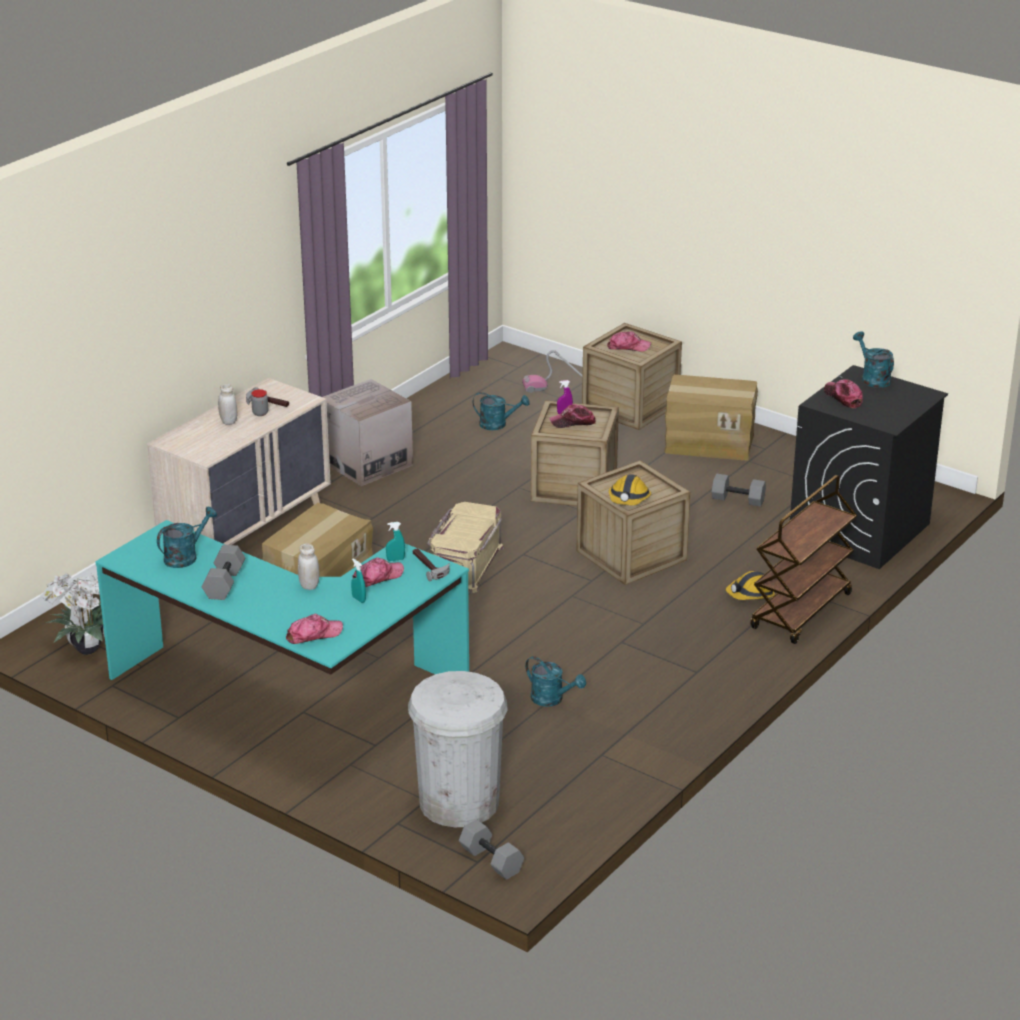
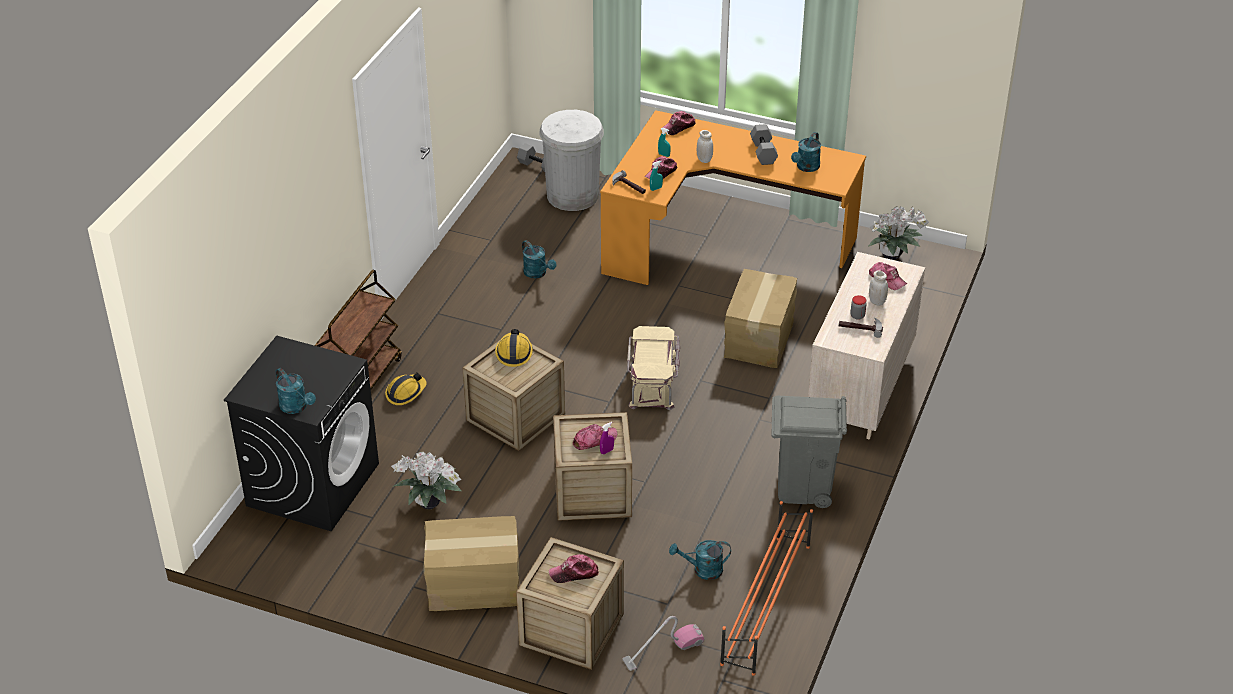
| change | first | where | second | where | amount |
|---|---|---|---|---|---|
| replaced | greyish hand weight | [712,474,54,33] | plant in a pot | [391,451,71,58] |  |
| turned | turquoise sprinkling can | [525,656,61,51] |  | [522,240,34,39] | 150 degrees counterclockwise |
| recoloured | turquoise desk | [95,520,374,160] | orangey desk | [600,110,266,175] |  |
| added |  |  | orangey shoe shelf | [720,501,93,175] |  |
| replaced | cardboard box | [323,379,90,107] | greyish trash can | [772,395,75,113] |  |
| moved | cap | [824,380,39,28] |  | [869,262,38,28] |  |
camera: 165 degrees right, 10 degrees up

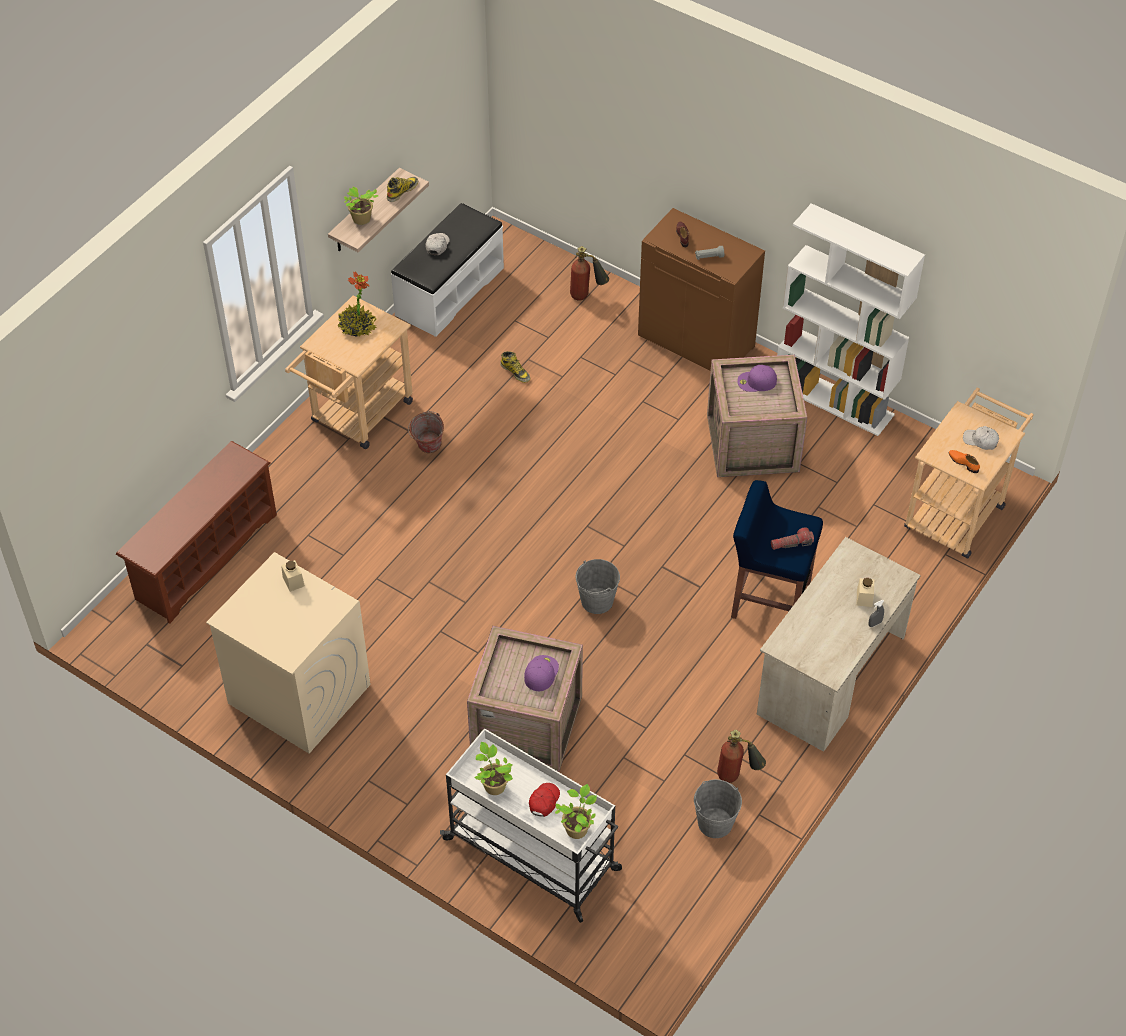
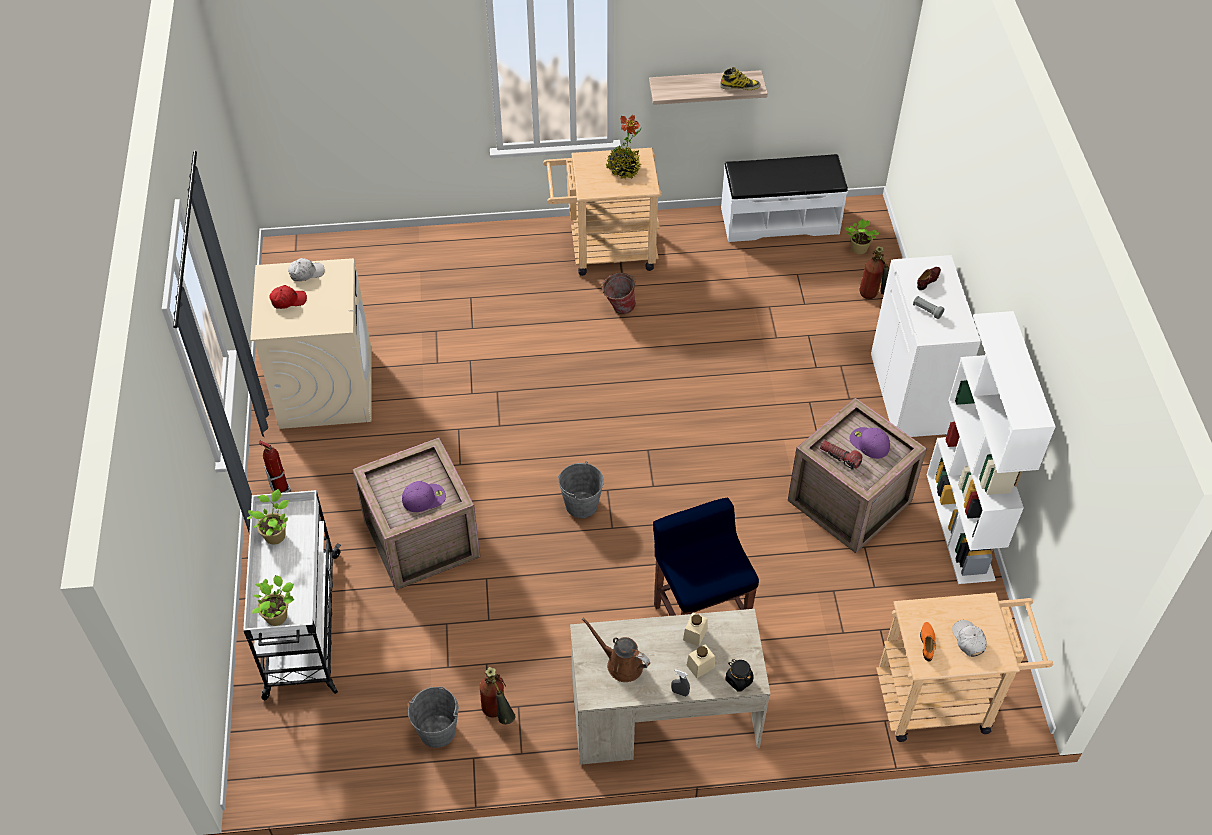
| change | first | where | second | where | amount |
|---|---|---|---|---|---|
| added |  |  | extinguisher | [258,440,33,53] |  |
| moved | reddish cap | [529,783,31,34] |  | [269,285,38,24] |  |
| moved | white-coloured cap | [425,233,25,22] |  | [288,258,37,23] |  |
| added |  |  | brownish sprinkling can | [582,618,68,64] |  |
| moved | sand-coloured storage jar | [281,560,24,32] |  | [683,613,25,34] |  |
| added |  |  | black storage jar | [726,659,28,33] |  |
| moved | torch | [771,527,43,23] |  | [820,440,43,30] |  |
| moved | plant in a pot | [344,187,34,38] |  | [845,219,34,35] |  |
| recoloured | brownish storage cabinet | [638,208,127,163] | white-coloured storage cabinet | [871,255,110,182] |  |
| removed | brownish shoe shelf | [116,441,161,183] |  |  |  |
| removed | tall boot | [500,351,30,32] |  |  |  |
camera: 50 degrees right, 0 degrees up

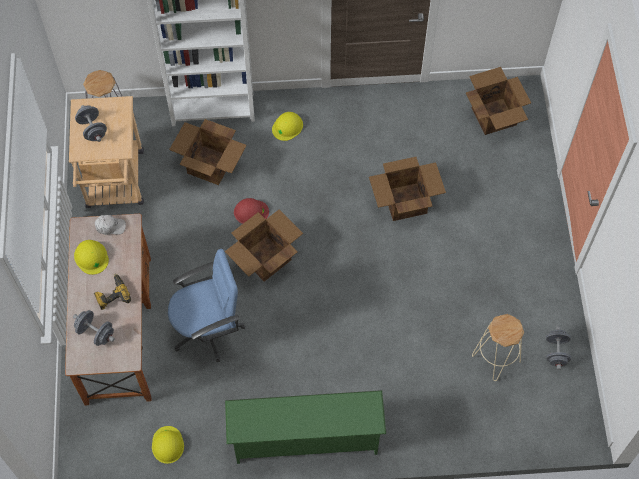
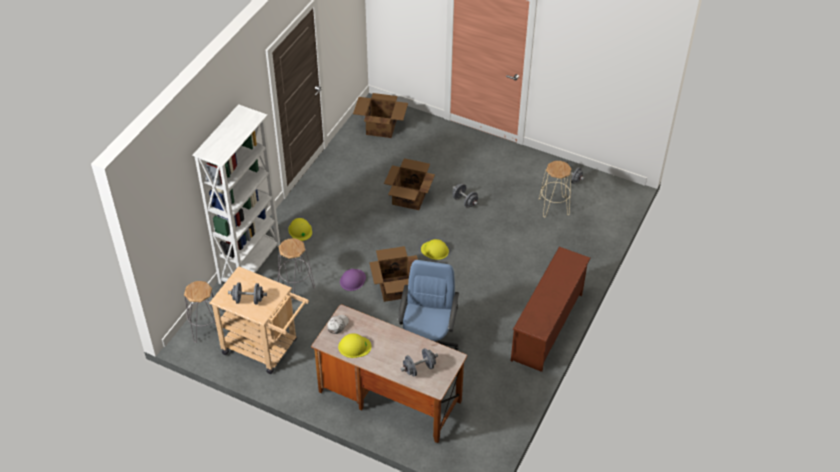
| change | first | where | second | where | amount |
|---|---|---|---|---|---|
| replaced | cardboard box | [169,119,78,66] | greyish stool seat | [278,238,37,62] |  |
| recoloured | reddish safety helmet | [234,198,35,26] | purple-coloured safety helmet | [340,269,26,22] |  |
| moved | yellow safety helmet | [152,426,32,38] |  | [421,239,28,21] |  |
| added |  |  | greyish hand weight | [452,184,26,24] |  |
| recoloured | green-coloured shoe shelf | [225,390,161,74] | brownish shoe shelf | [511,247,80,125] |  |
| removed | electric drill | [94,274,37,36] |  |  |  |
camera: 60 degrees left, 15 degrees down

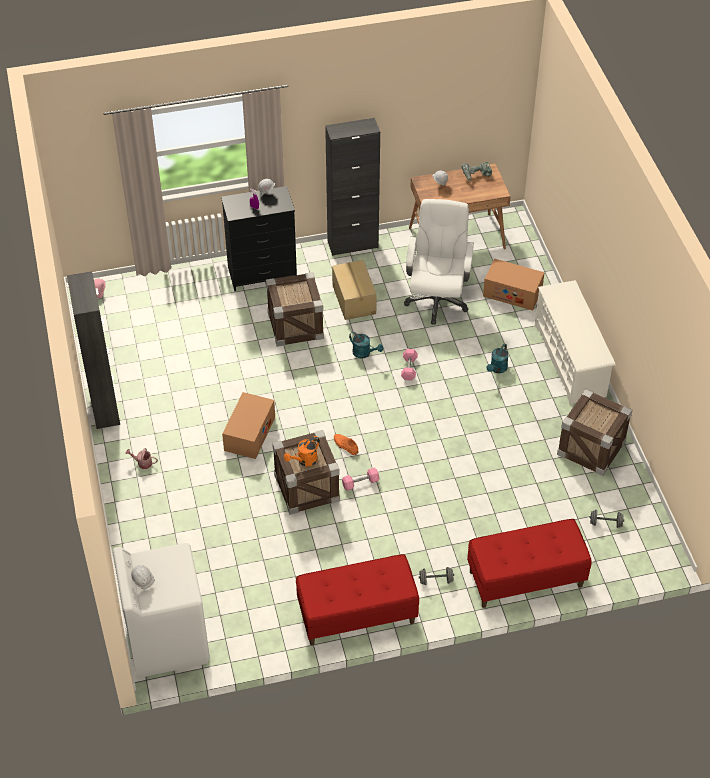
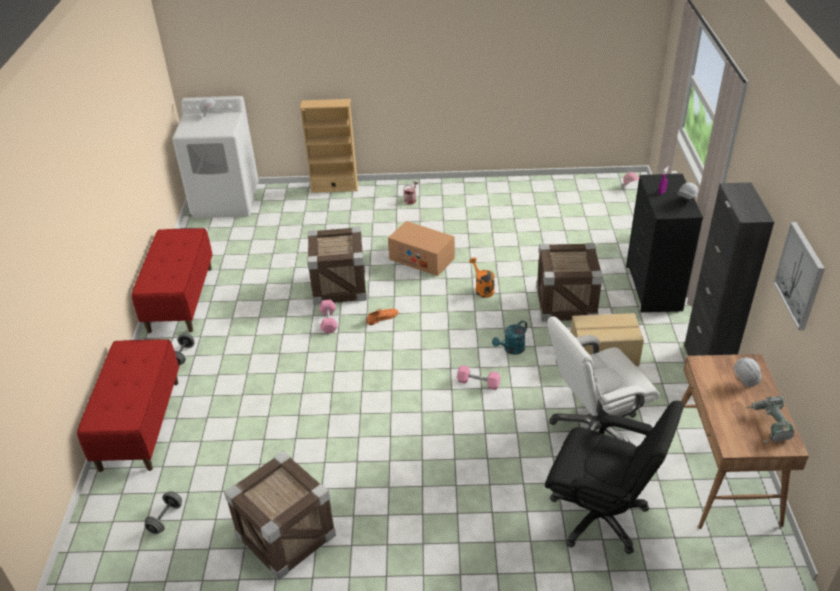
| change | first | where | second | where | amount |
|---|---|---|---|---|---|
| added |  |  | sand-coloured shelving unit | [300,99,58,94] |  |
| moved | orangey sprinkling can | [284,436,36,31] |  | [469,257,26,41] |  |
| replaced | cardboard box | [483,259,62,52] | black computer chair | [545,401,139,153] |  |
| turned | white-coloured computer chair | [404,199,70,126] |  | [547,316,113,127] | 135 degrees clockwise |
| added |  |  | wall picture | [773,222,52,108] |  |
| removed | black storage cabinet | [67,271,53,158] |  |  |  |
| removed | turquoise sprinkling can | [486,344,23,29] |  |  |  |
| removed | white-coloured shoe shelf | [535,280,81,126] |  |  |  |
camera: 105 degrees right, 10 degrees down

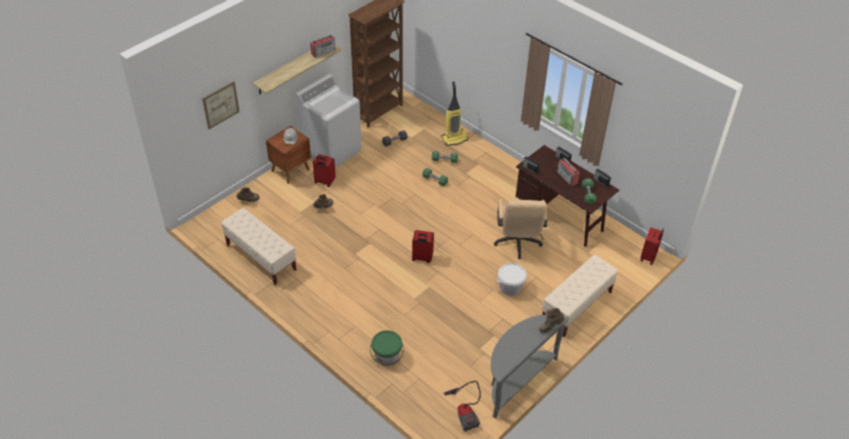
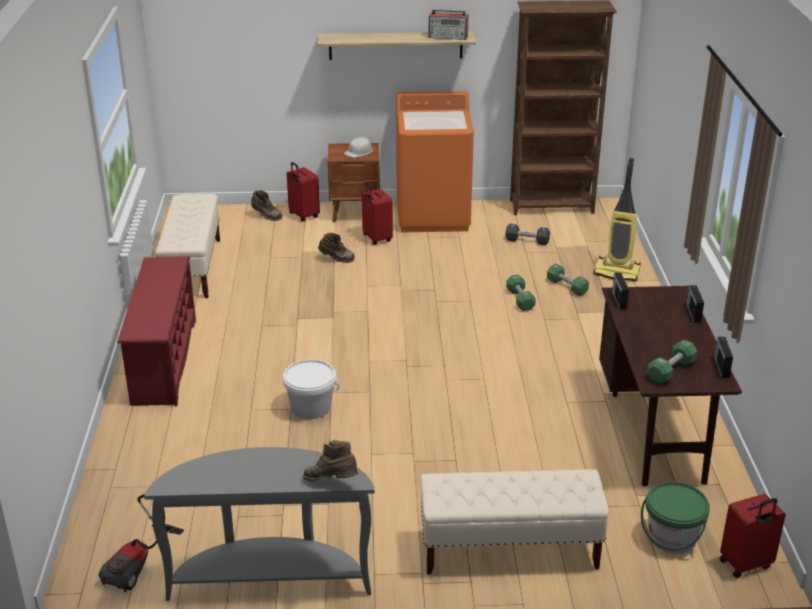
| change | first | where | second | where | amount |
|---|---|---|---|---|---|
| added |  |  | reddish shoe shelf | [117,256,79,150] |  |
| moved | white-coloured bucket | [496,263,31,33] |  | [282,359,58,60] |  |
| moved | reddish suitcase | [412,230,22,33] |  | [287,162,33,60] |  |
| recoloured | white-coloured washing machine | [296,74,66,94] | orangey washing machine | [396,91,78,142] |  |
| moved | green-coloured bucket | [370,330,34,36] |  | [641,482,69,72] |  |
| removed | wall picture | [202,81,38,48] |  |  |  |
| removed | sand-coloured computer chair | [494,199,53,60] |  |  |  |
| removed | radio set | [557,158,23,28] |  |  |  |
camera: 45 degrees right, 15 degrees down

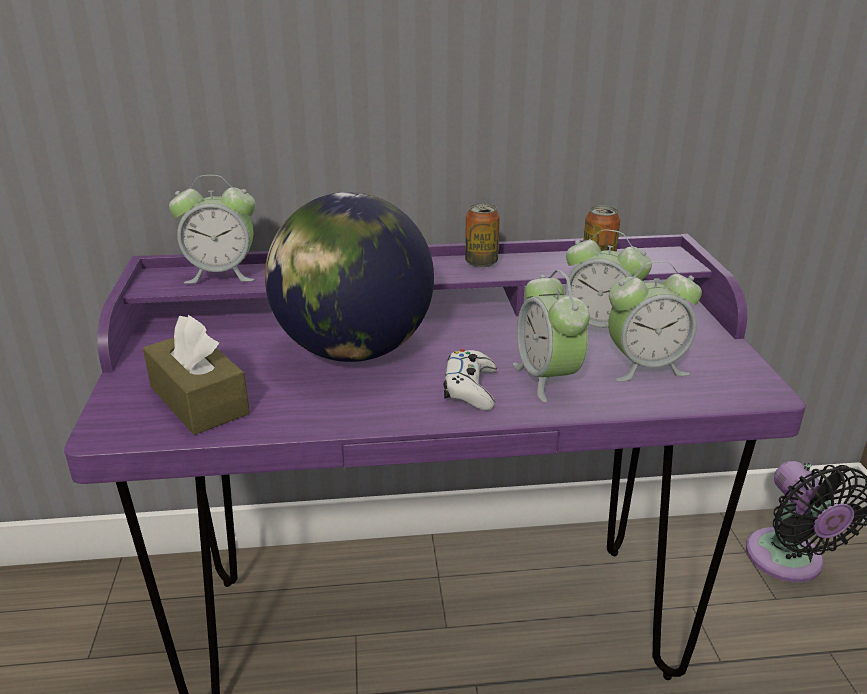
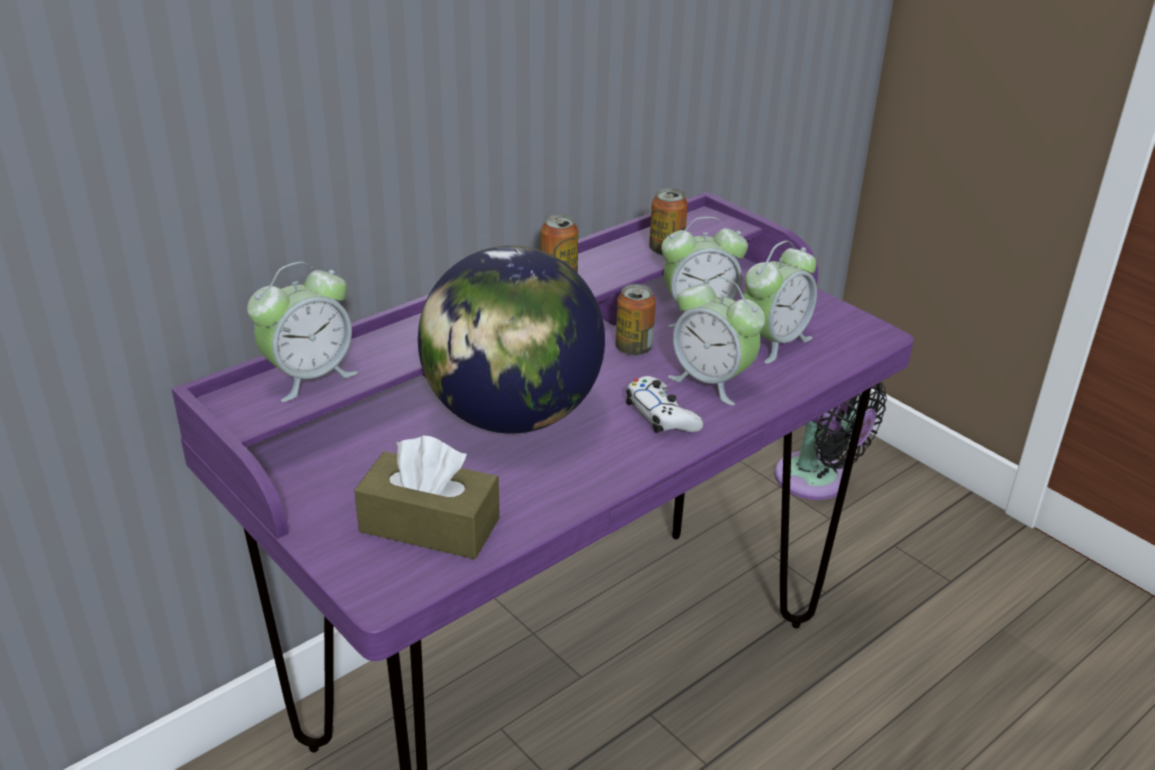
| change | first | where | second | where | amount |
|---|---|---|---|---|---|
| added |  |  | can | [616,284,40,72] |  |
camera: 35 degrees left, 5 degrees up

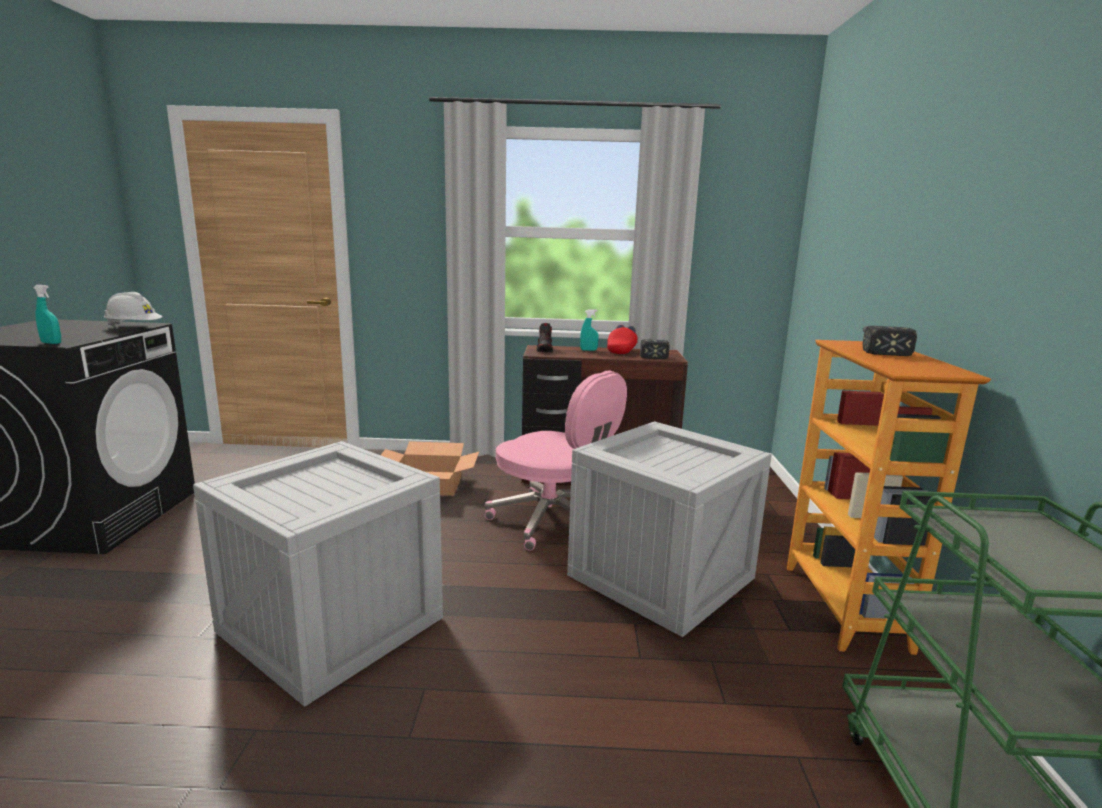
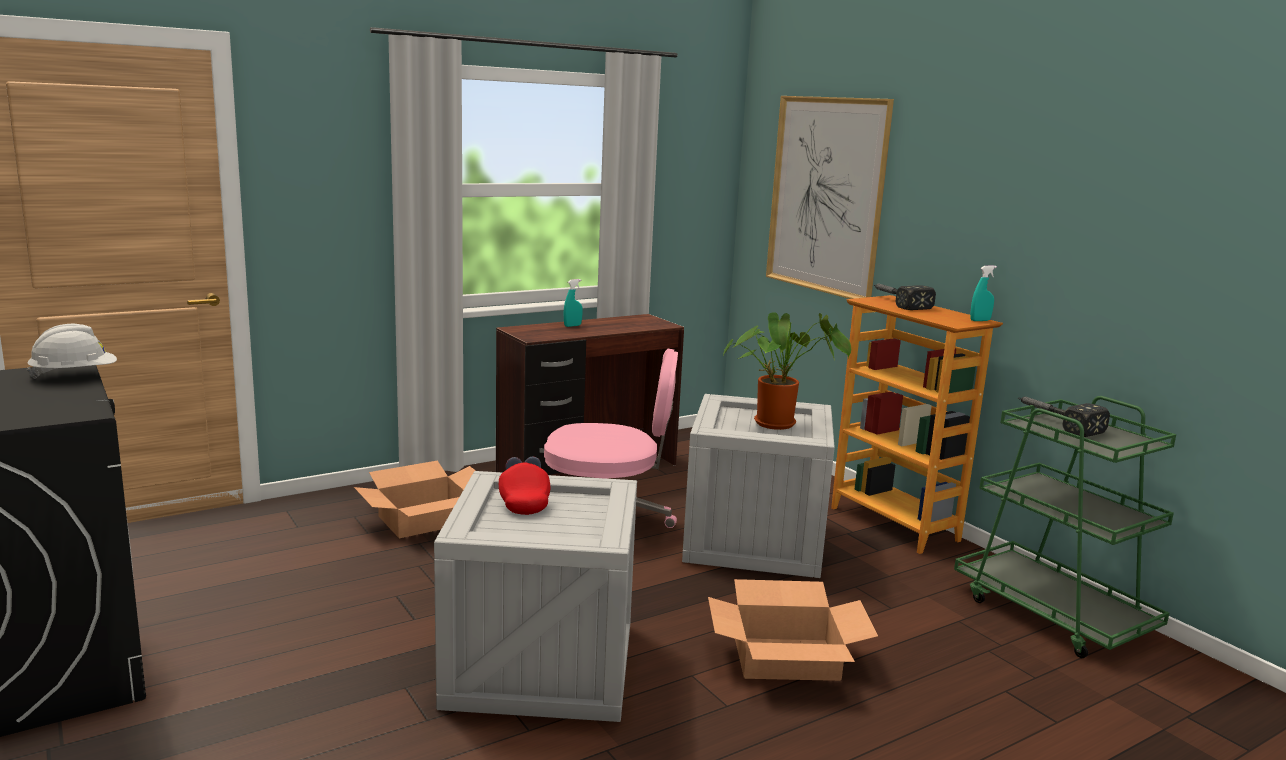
| change | first | where | second | where | amount |
|---|---|---|---|---|---|
| moved | reddish cap | [607,325,31,29] |  | [499,457,51,58] |  |
| added |  |  | cardboard box | [708,579,170,102] |  |
| added |  |  | plant in a pot | [722,312,129,118] |  |
| added |  |  | wall picture | [766,96,128,203] |  |
| moved | turquoise spray bottle | [33,285,28,59] |  | [970,265,27,56] |  |
| moved | hammer | [640,338,29,21] |  | [1018,397,92,40] |  |
| removed | shoe | [537,323,16,29] |  |  |  |
camera: 35 degrees left, 0 degrees up

